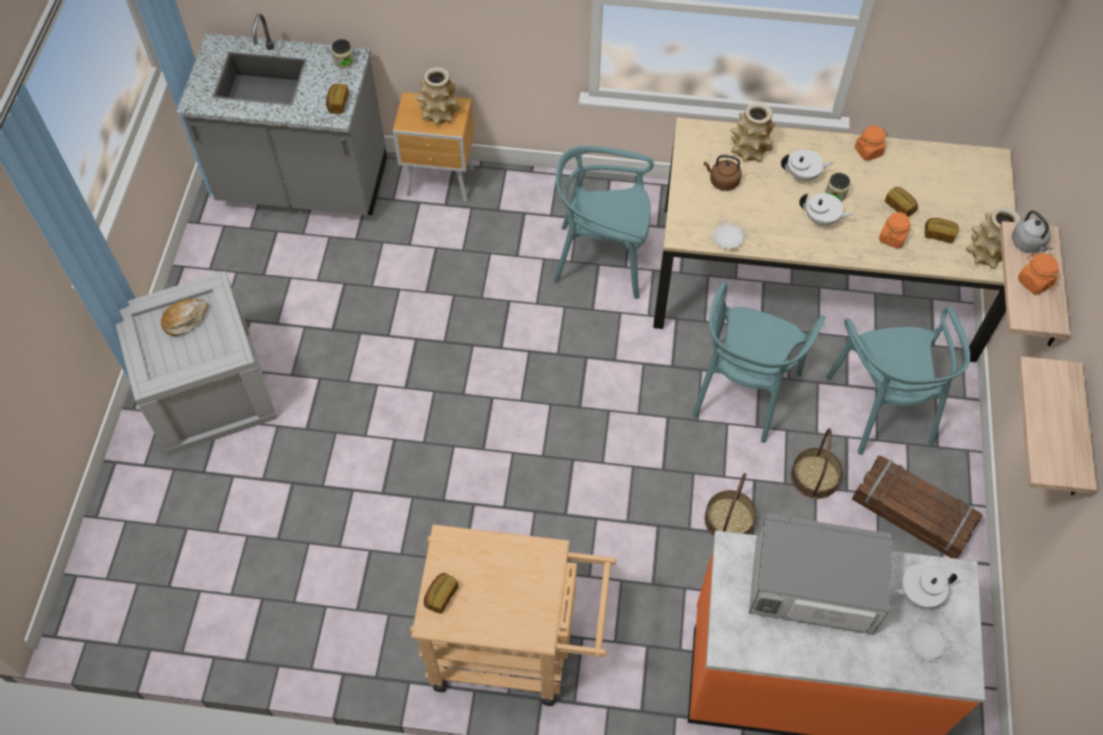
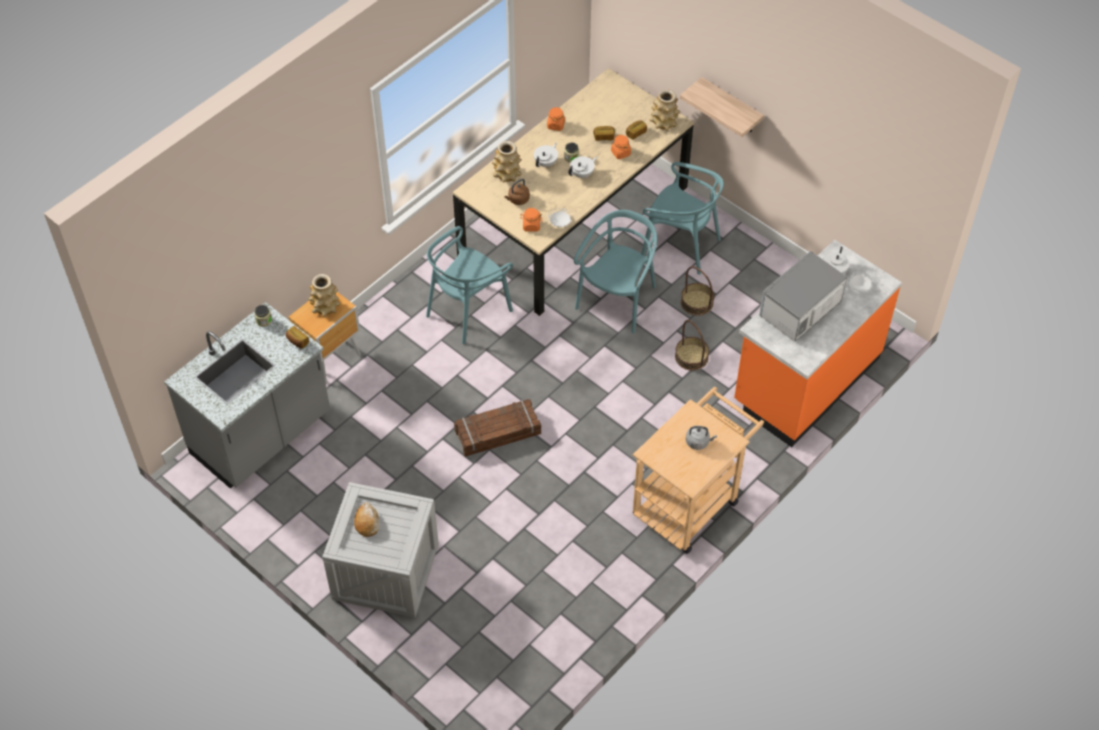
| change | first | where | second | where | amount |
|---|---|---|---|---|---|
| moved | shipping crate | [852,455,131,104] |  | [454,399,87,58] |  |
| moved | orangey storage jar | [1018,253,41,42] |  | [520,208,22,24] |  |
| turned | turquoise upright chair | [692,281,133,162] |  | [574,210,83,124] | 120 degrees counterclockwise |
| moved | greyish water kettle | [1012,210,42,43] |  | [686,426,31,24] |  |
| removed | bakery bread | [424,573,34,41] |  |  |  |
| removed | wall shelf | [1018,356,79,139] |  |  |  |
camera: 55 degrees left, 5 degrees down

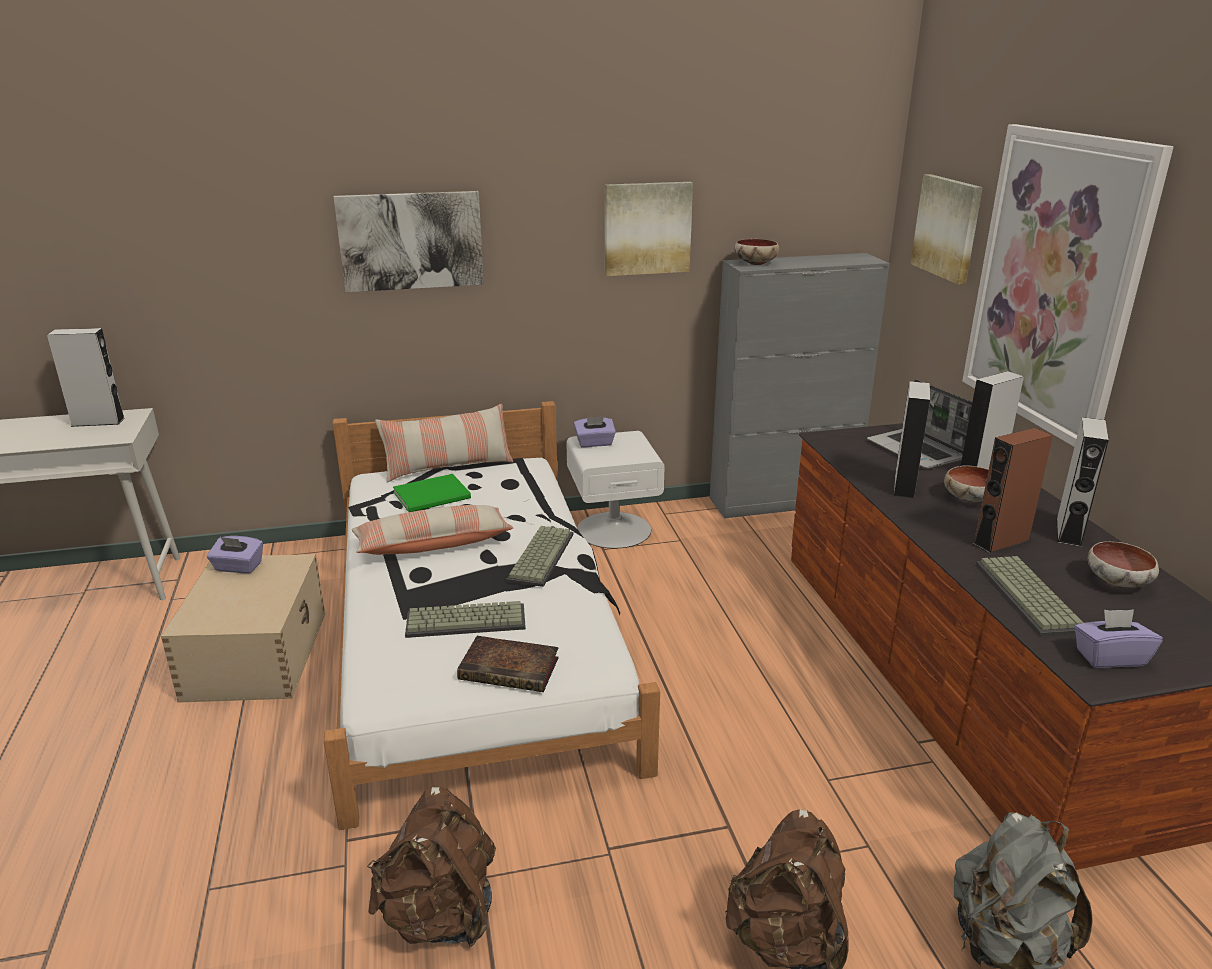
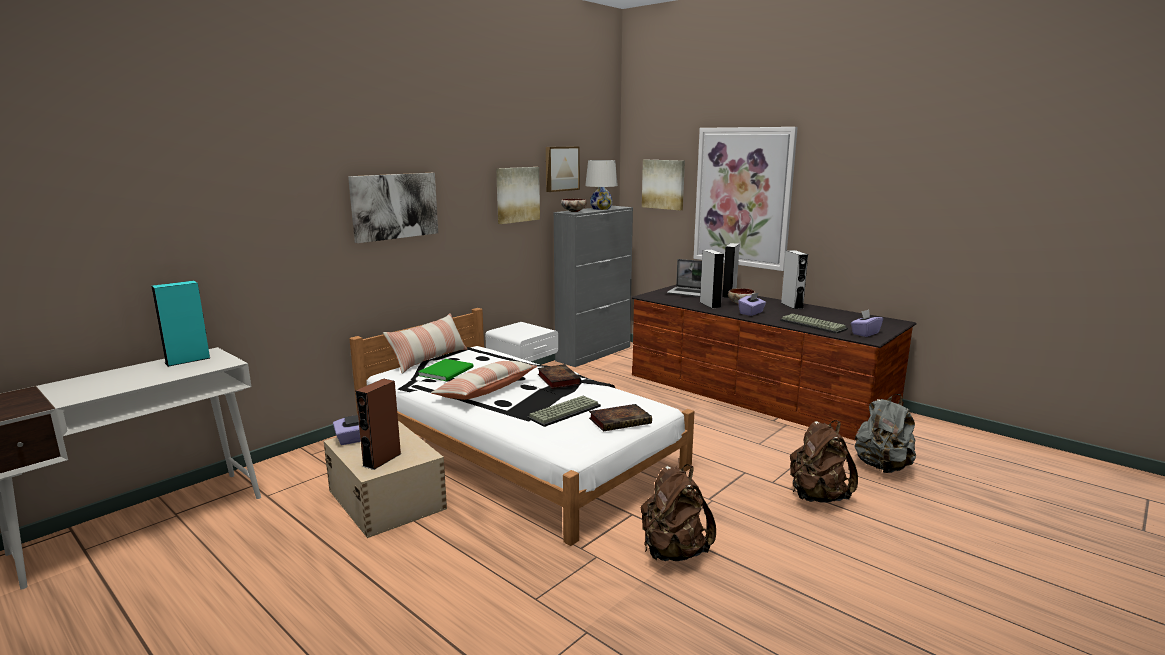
| change | first | where | second | where | amount |
|---|---|---|---|---|---|
| recoloured | greyish speaker | [47,328,78,99] | turquoise speaker | [151,281,59,86] |  |
| moved | brownish speaker | [973,428,80,125] |  | [355,379,46,91] |  |
| replaced | PC keyboard | [506,526,68,61] | bound book | [538,364,43,25] |  |
| added |  |  | wall picture | [546,146,34,46] |  |
| added |  |  | white-coloured lamp for a table | [585,160,33,50] |  |
| moved | purple-coloured box of tissues | [574,417,42,30] |  | [738,293,28,23] |  |
| removed | serving bowl | [1088,541,71,47] |  |  |  |
camera: 35 degrees left, 10 degrees down

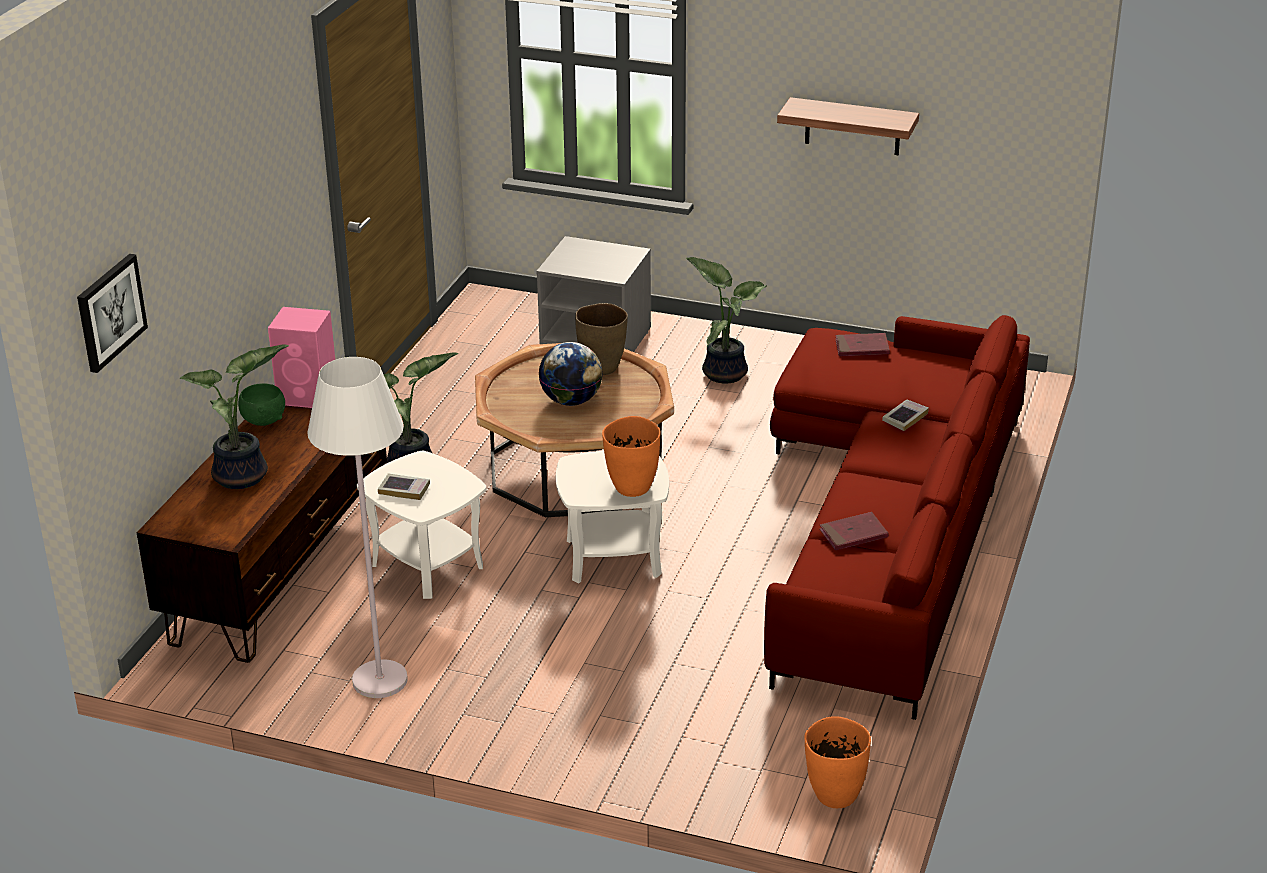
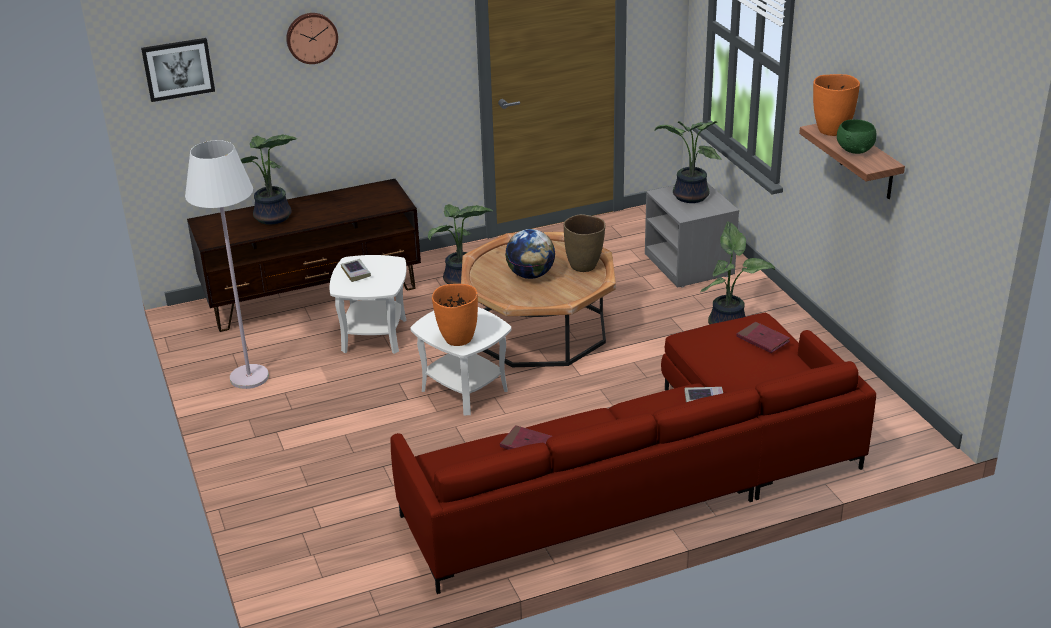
| change | first | where | second | where | amount |
|---|---|---|---|---|---|
| added |  |  | wall clock | [286,13,52,51] |  |
| added |  |  | plant in a pot | [655,121,66,82] |  |
| moved | orangey decorative vase | [804,716,67,92] |  | [813,74,47,62] |  |
| moved | green-coloured serving bowl | [238,383,47,43] |  | [837,119,40,35] |  |
| removed | pink speaker | [268,307,67,101] |  |  |  |
camera: 50 degrees right, 0 degrees up

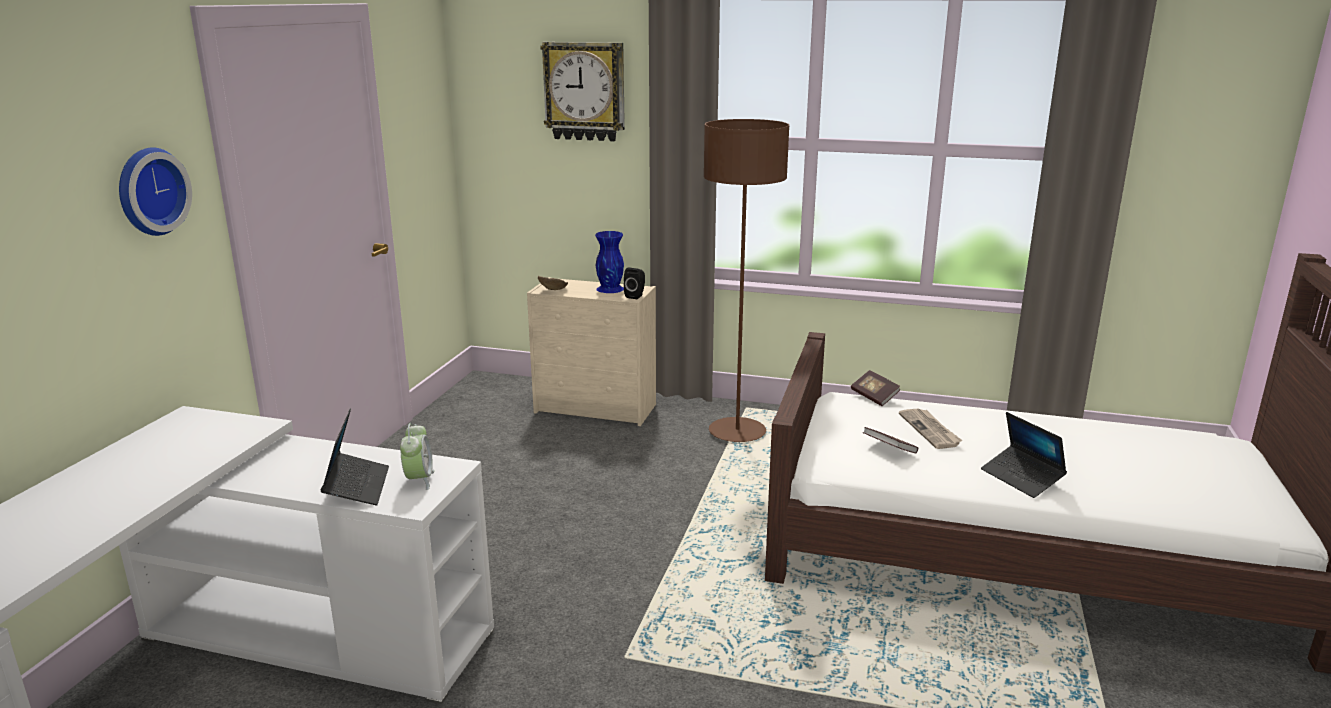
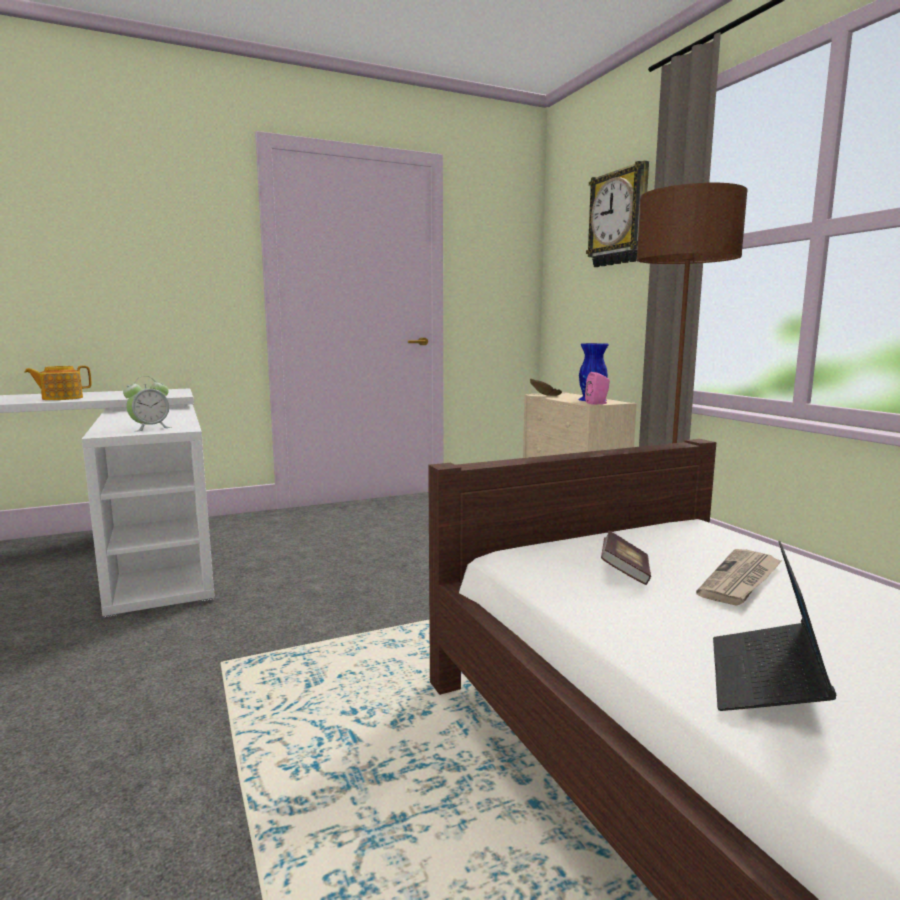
| change | first | where | second | where | amount |
|---|---|---|---|---|---|
| added |  |  | teapot | [24,366,67,34] |  |
| recoloured | black speaker | [624,268,21,31] | pink speaker | [585,372,25,33] |  |
| removed | wall clock | [119,147,73,89] |  |  |  |
| removed | notebook computer | [321,408,68,97] |  |  |  |
| removed | bound book | [851,370,50,36] |  |  |  |
camera: 50 degrees right, 10 degrees down

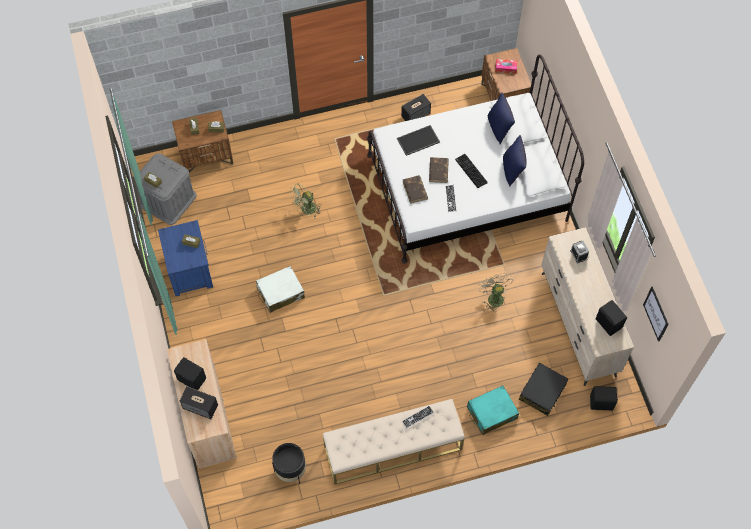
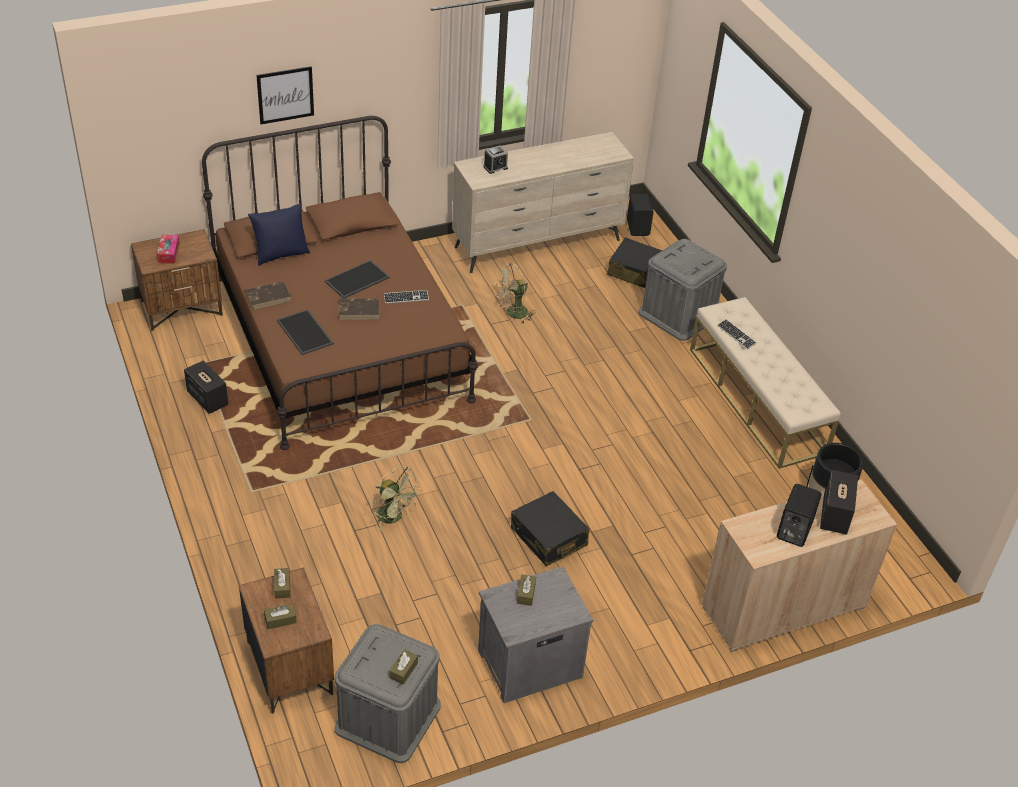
| change | first | where | second | where | amount |
|---|---|---|---|---|---|
| recoloured | white-coloured bedroom bed | [367,54,217,210] | brownish bedroom bed | [202,116,276,334] |  |
| moved | brownish bound book | [402,175,26,29] |  | [245,281,46,29] |  |
| moved | wall picture | [643,286,26,56] |  | [256,66,58,58] |  |
| replaced | PC keyboard | [455,154,33,34] | serving tray | [325,260,65,38] |  |
| recoloured | bluish bedside table | [158,220,55,76] | greyish bedside table | [478,567,115,136] |  |
| recoloured | white-coloured suitcase | [256,266,49,47] | black suitcase | [511,491,79,75] |  |
| replaced | turquoise suitcase | [467,385,52,50] | greyish storage container | [638,239,89,102] |  |
| removed | bluish pillow | [503,135,23,52] |  |  |  |
| removed | black speaker | [596,300,31,36] |  |  |  |
camera: 100 degrees left, 20 degrees down

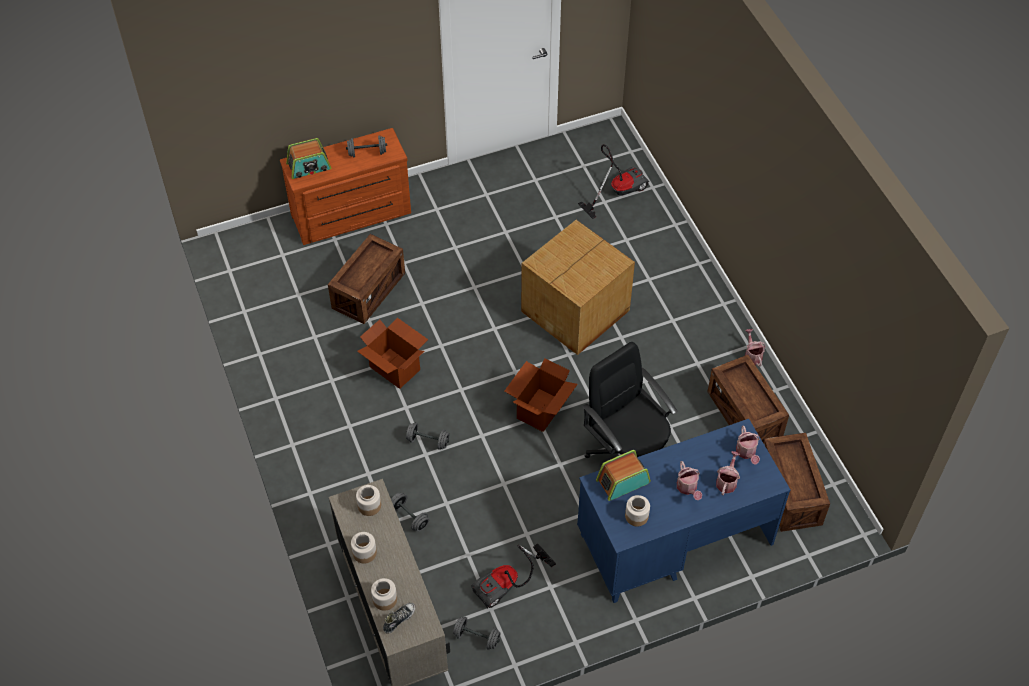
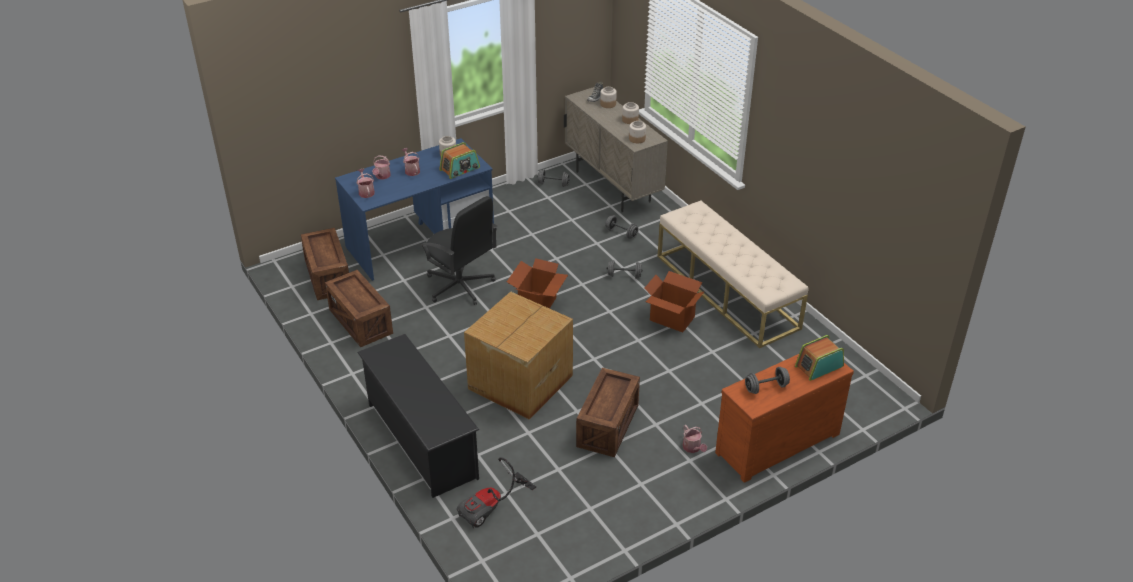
| change | first | where | second | where | amount |
|---|---|---|---|---|---|
| added |  |  | black shoe shelf | [357,334,122,164] |  |
| moved | shipping crate | [328,234,77,90] |  | [576,367,64,90] |  |
| added |  |  | sand-coloured bench | [658,201,150,147] |  |
| moved | sprinkling can | [745,329,20,38] |  | [683,425,24,28] |  |
| removed | vacuum cleaner | [472,543,84,65] |  |  |  |
camera: 170 degrees right, 15 degrees down

